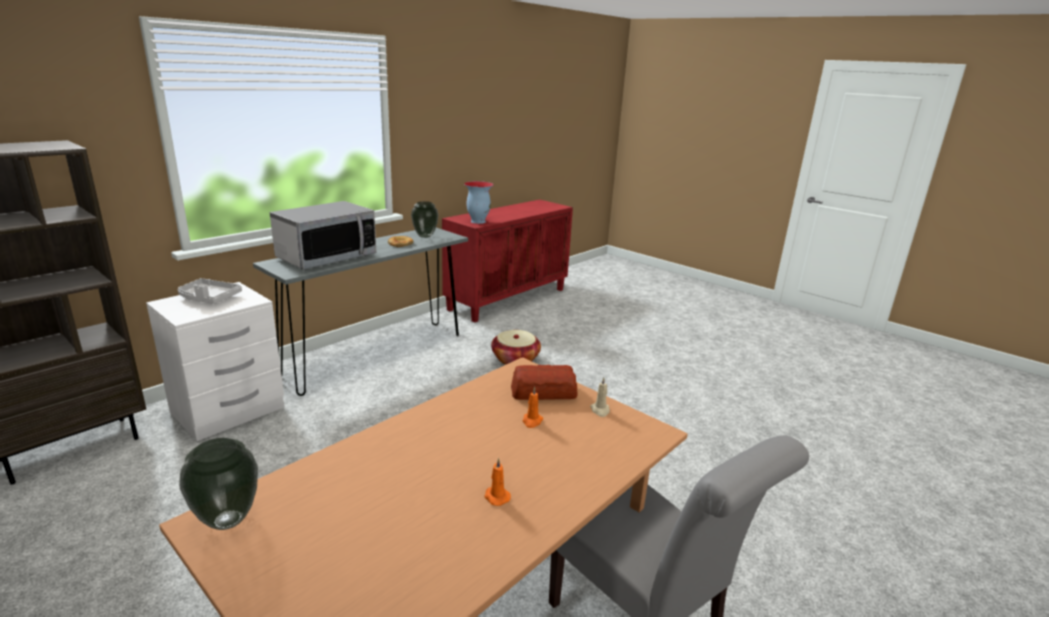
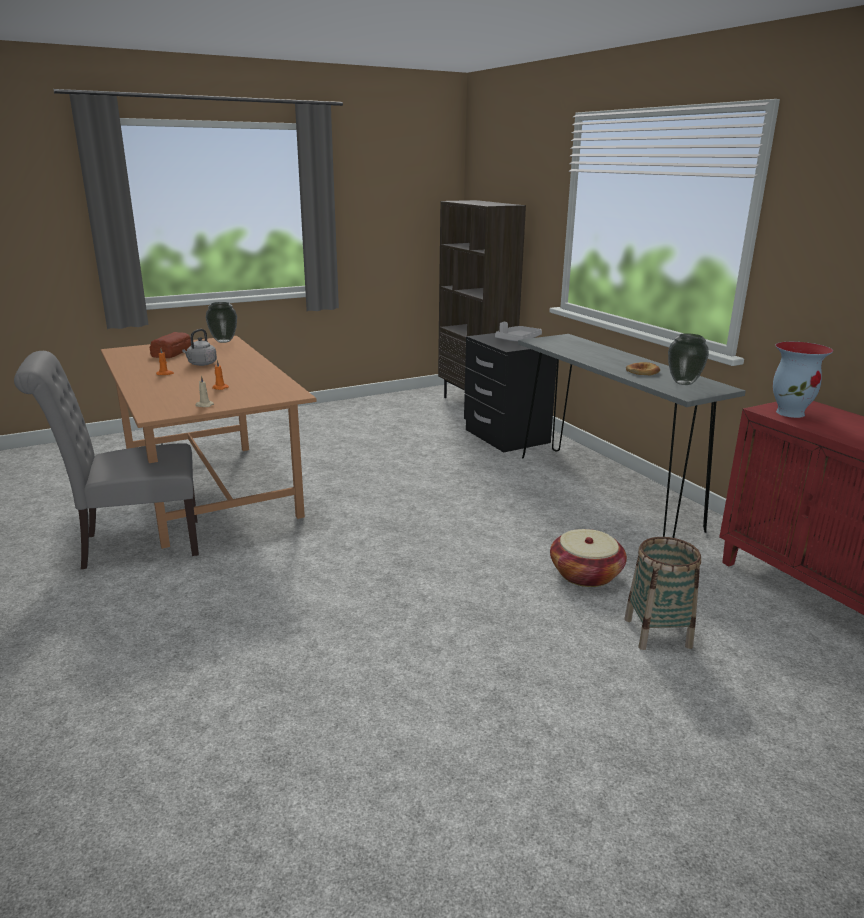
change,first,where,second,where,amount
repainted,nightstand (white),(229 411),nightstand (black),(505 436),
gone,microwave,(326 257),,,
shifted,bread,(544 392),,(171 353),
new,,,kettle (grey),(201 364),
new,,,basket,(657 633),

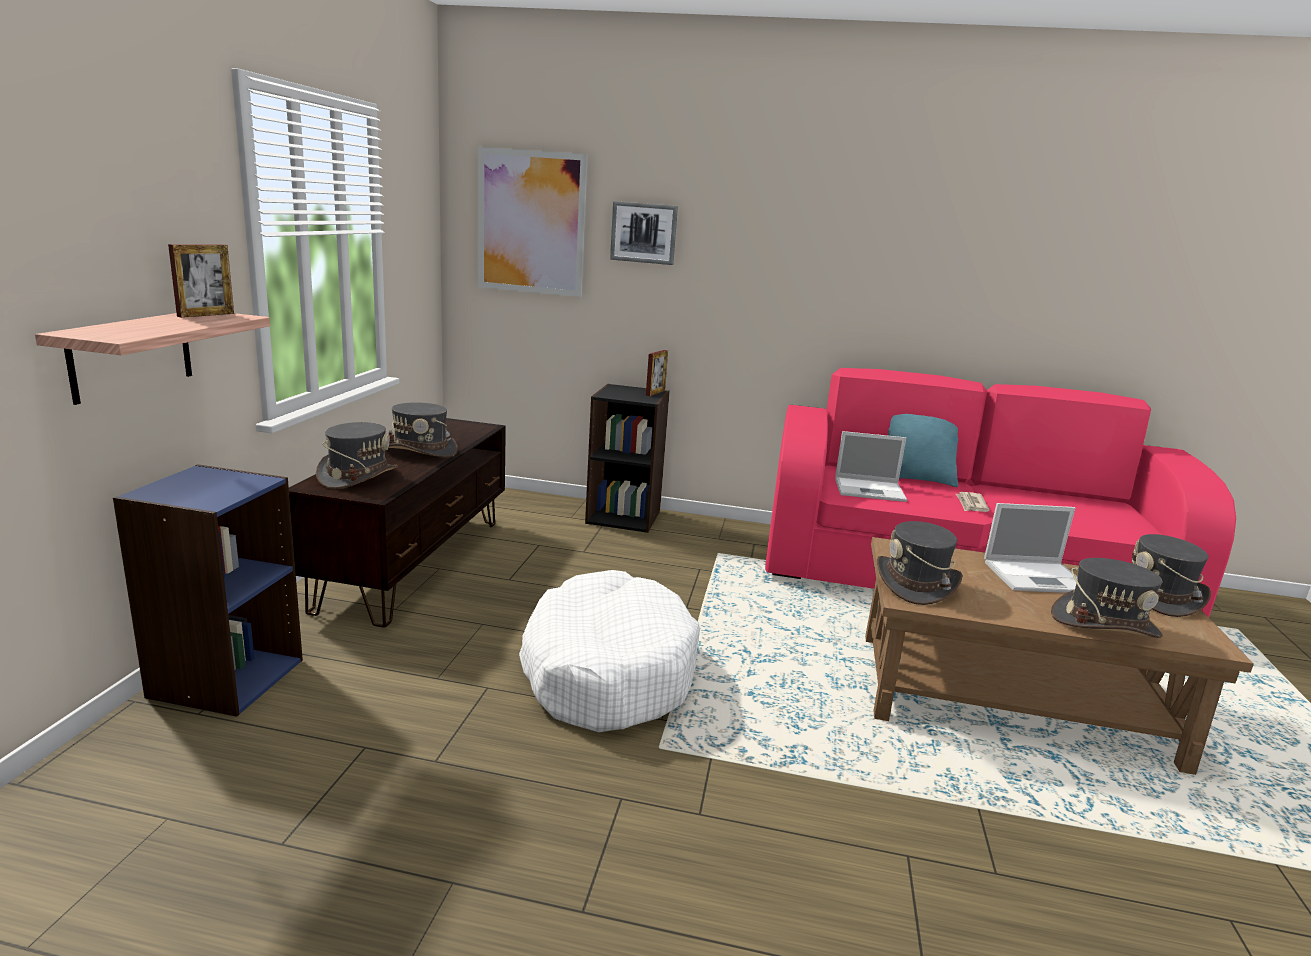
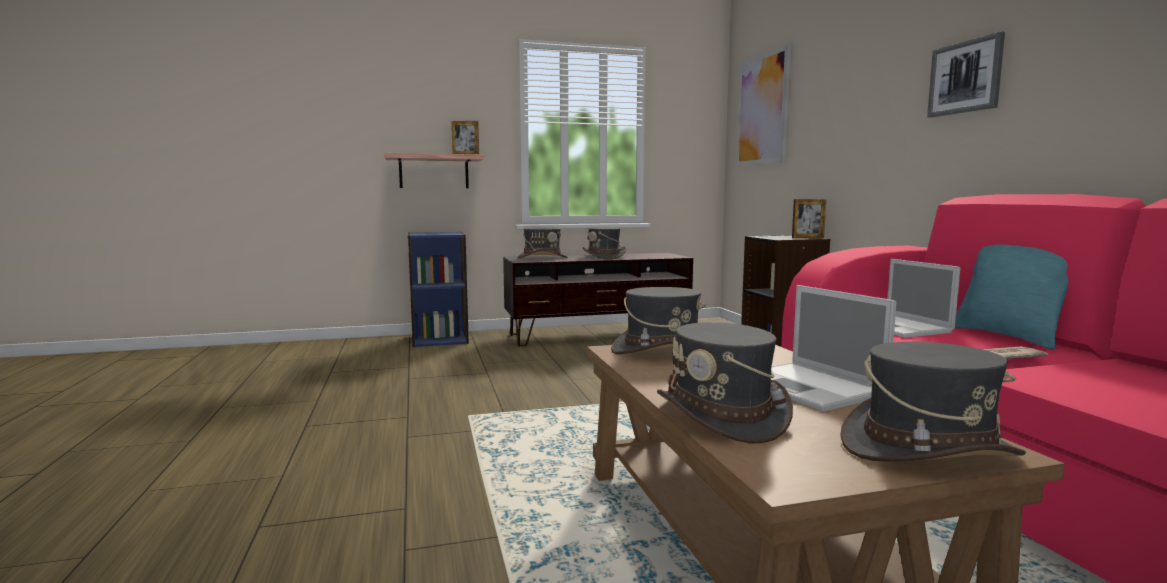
change,first,where,second,where,amount
gone,dog bed (white),(607 671),,,
shifted,picture,(643 233),,(965 77),

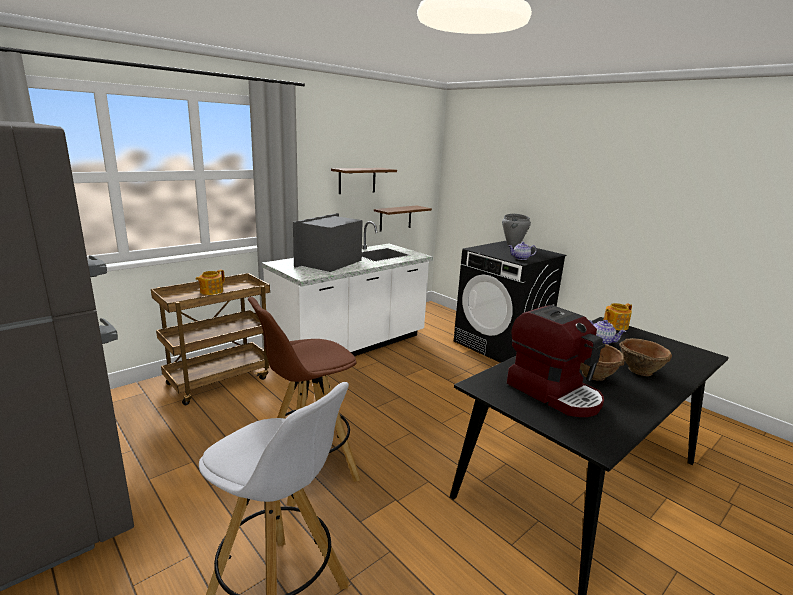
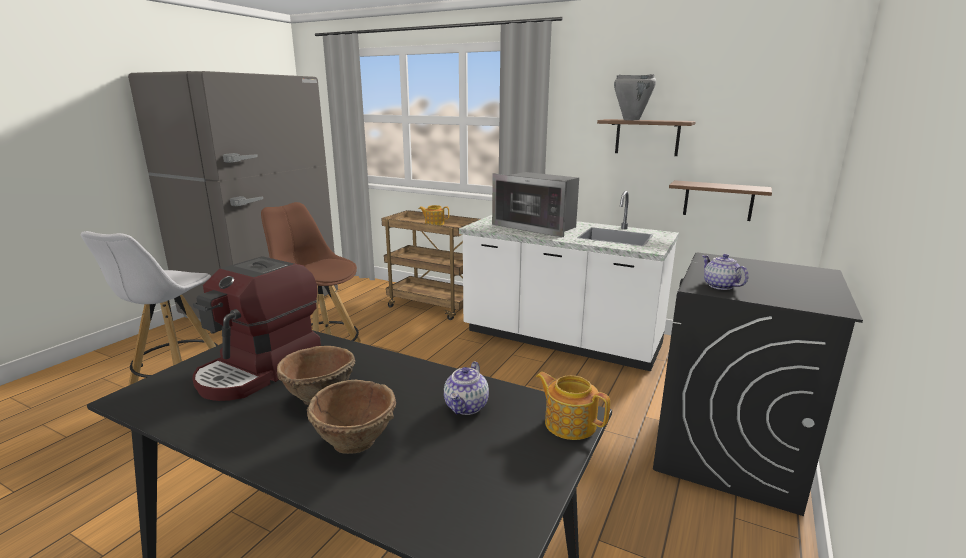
change,first,where,second,where,amount
rotated,microwave,(330 262),,(537 226),150 degrees counterclockwise
shifted,cooking pot (grey),(513 246),,(631 120),

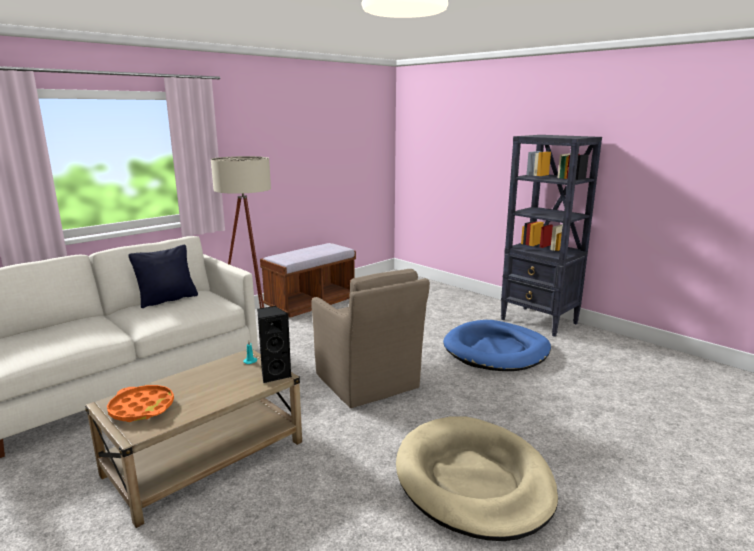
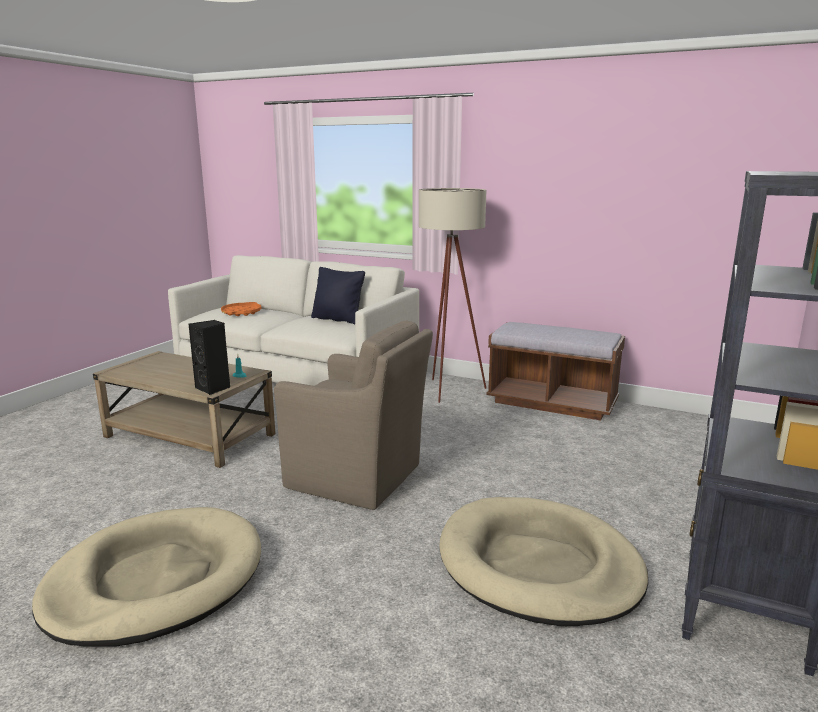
change,first,where,second,where,amount
shifted,tray (orange),(142 408),,(241 312),
rotated,armchair (brown),(368 383),,(357 478),105 degrees counterclockwise
repainted,dog bed (blue),(496 350),dog bed (beige),(538 566),

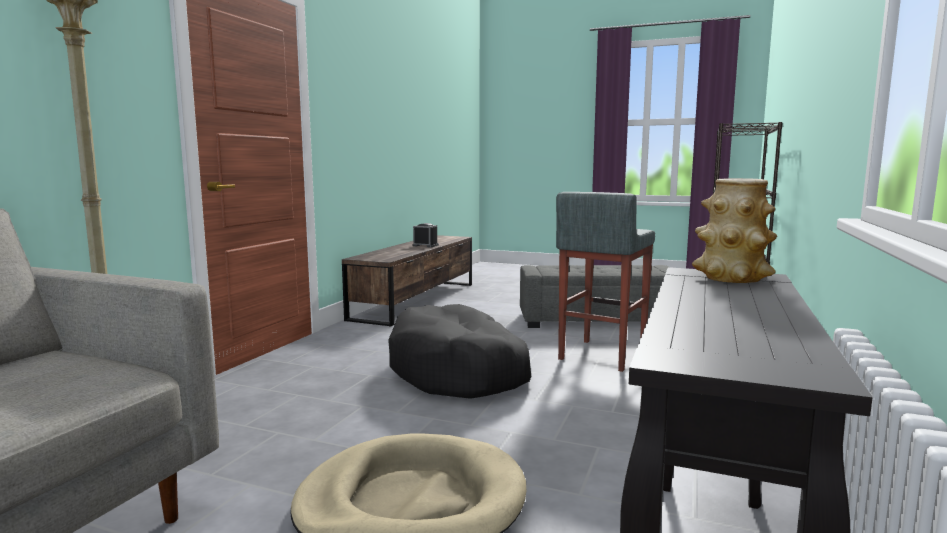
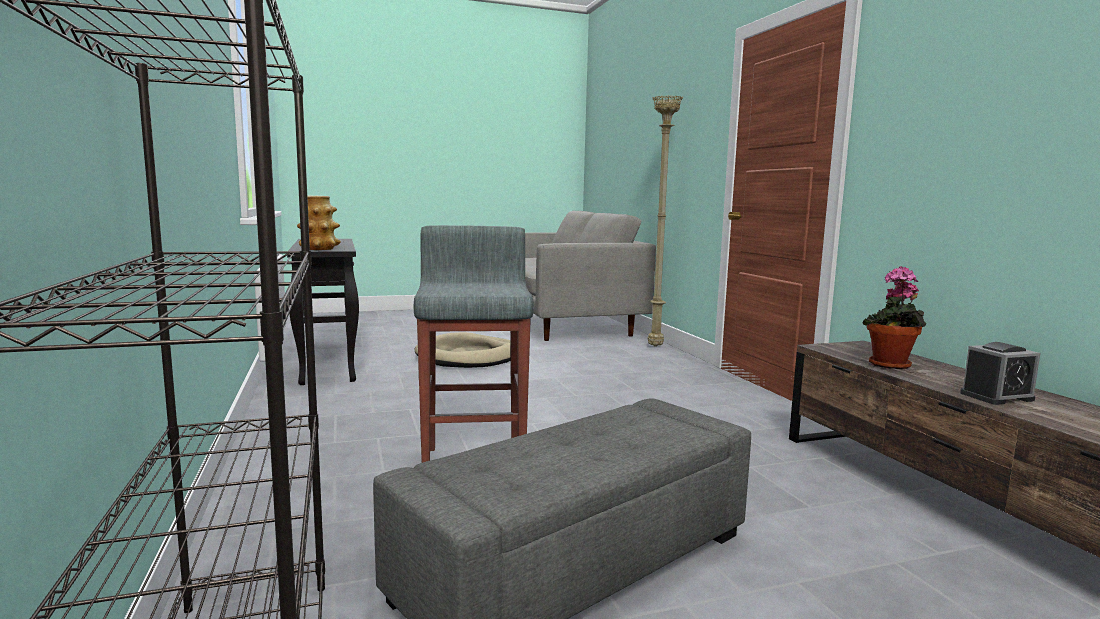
change,first,where,second,where,amount
gone,dog bed (black),(459 371),,,
new,,,potted plant,(890 366),

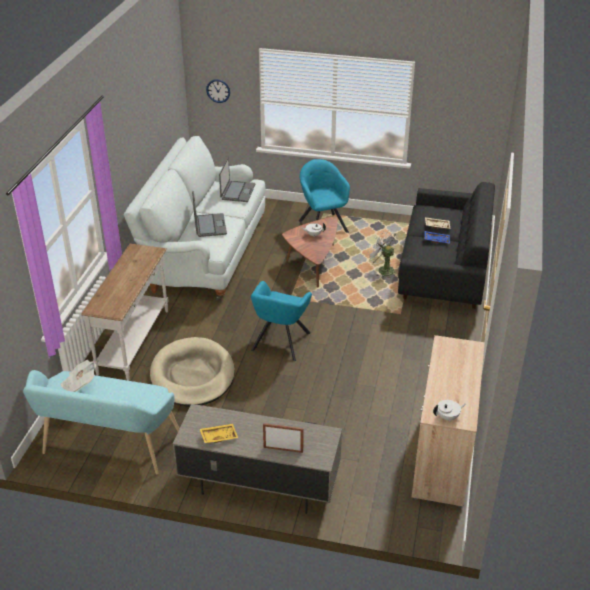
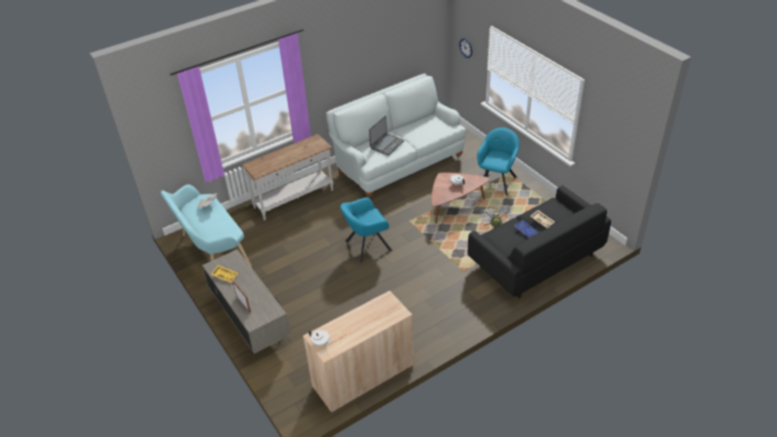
change,first,where,second,where,amount
gone,dog bed (beige),(193 375),,,
gone,laptop,(237 192),,,

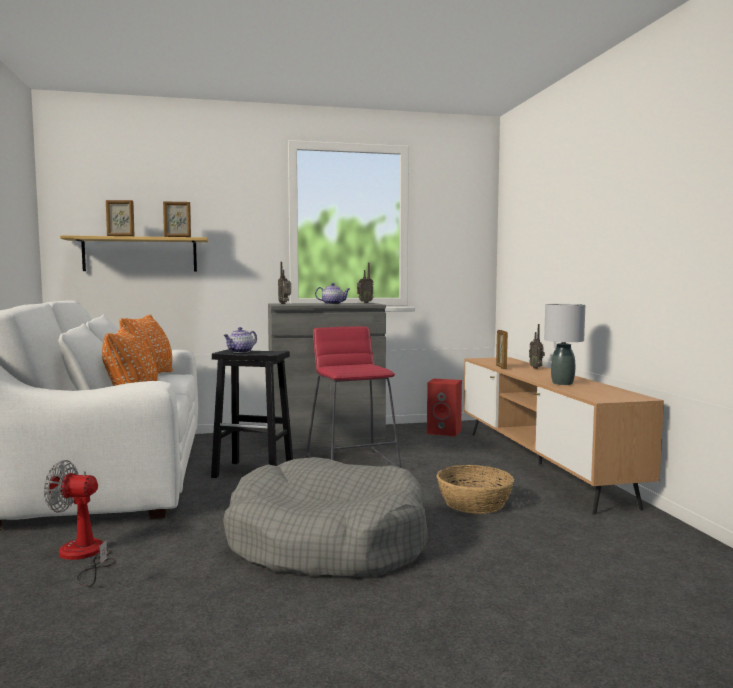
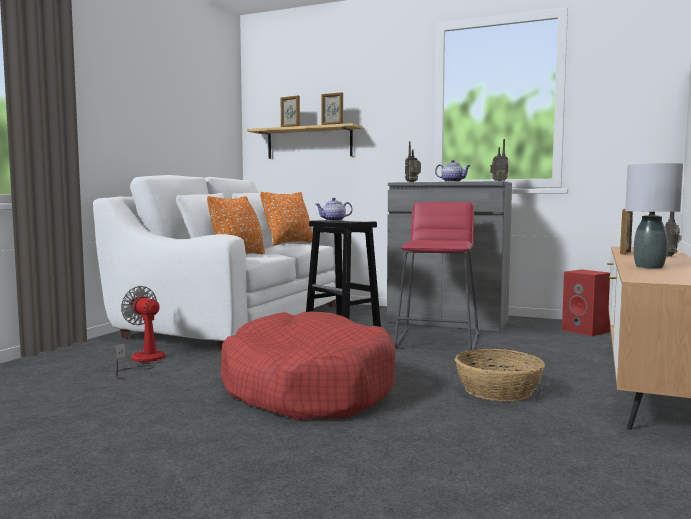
change,first,where,second,where,amount
repainted,dog bed (grey),(327 542),dog bed (red),(306 388),

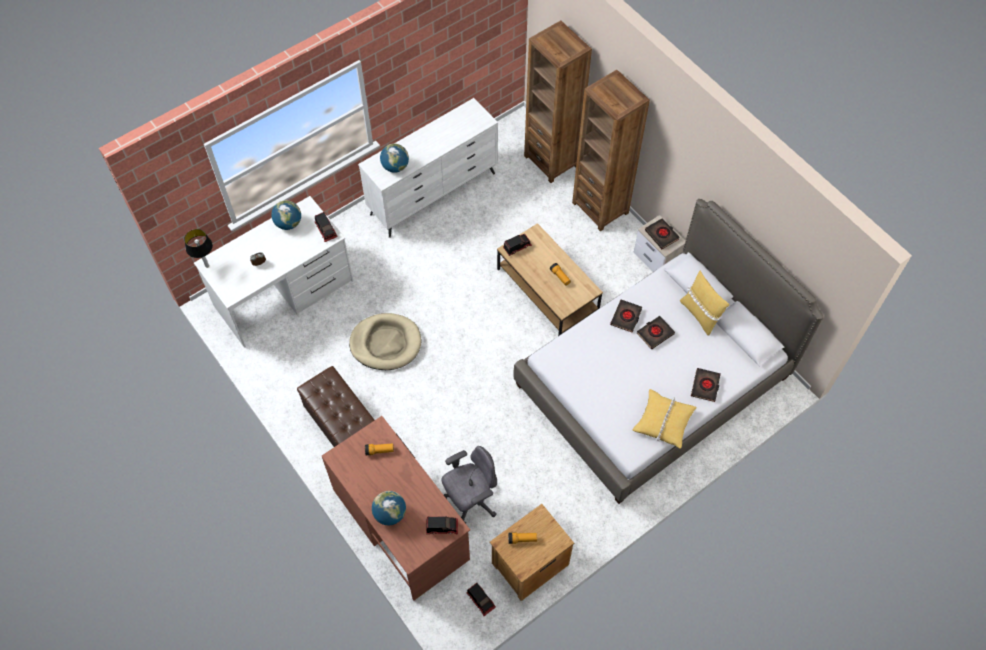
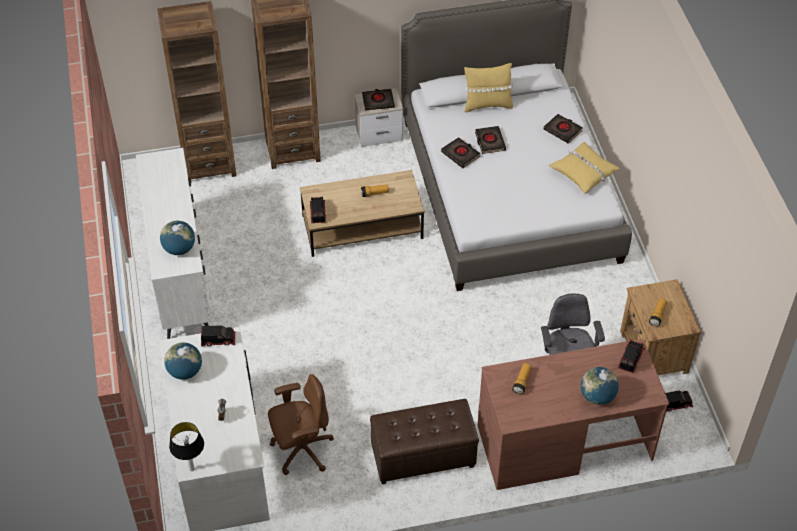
change,first,where,second,where,amount
gone,dog bed (beige),(386 343),,,
new,,,office chair (brown),(301 450),

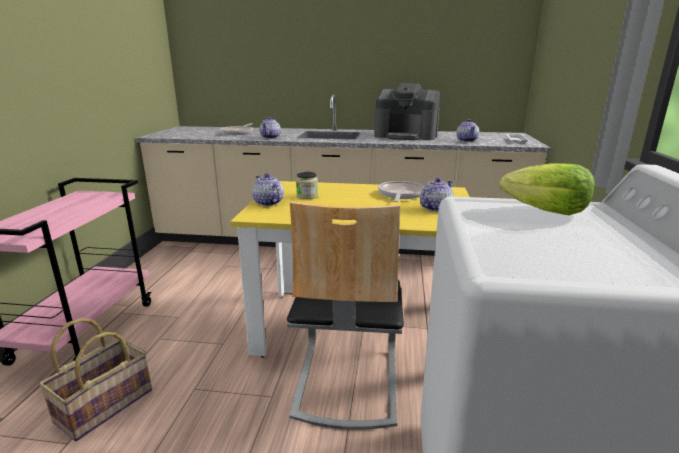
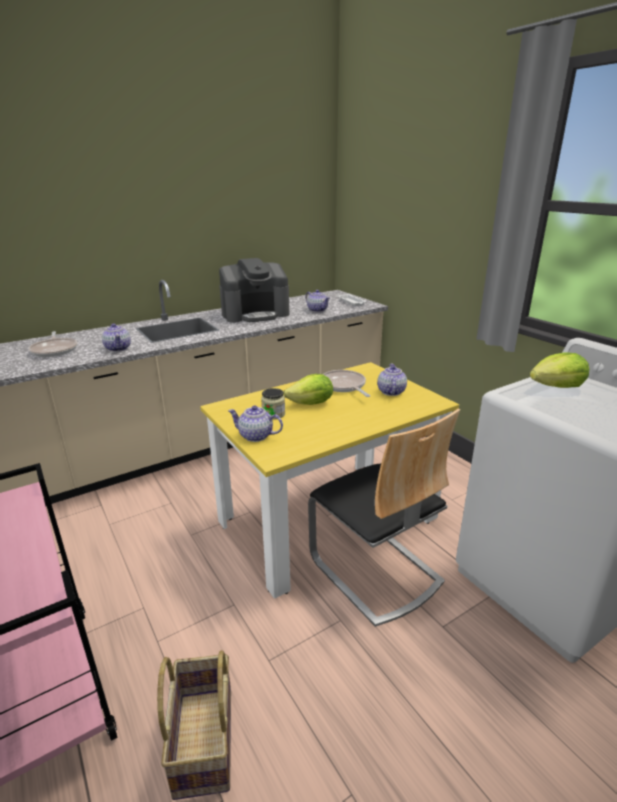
change,first,where,second,where,amount
new,,,lettuce,(311 404),

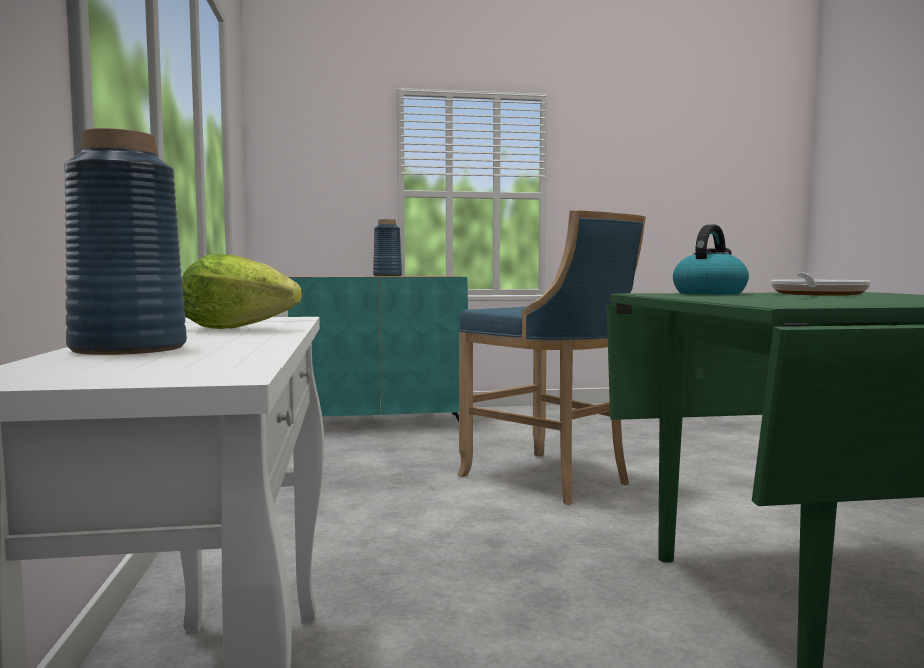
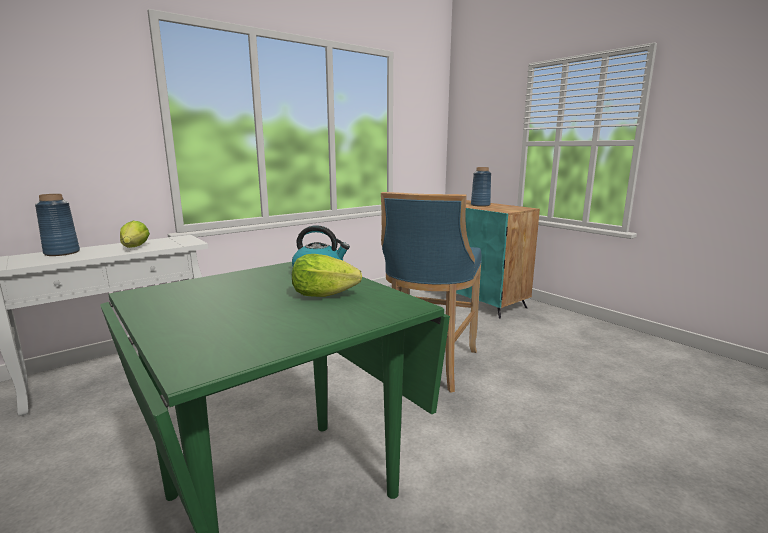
change,first,where,second,where,amount
swapped,frying pan,(816 294),lettuce,(323 295),

